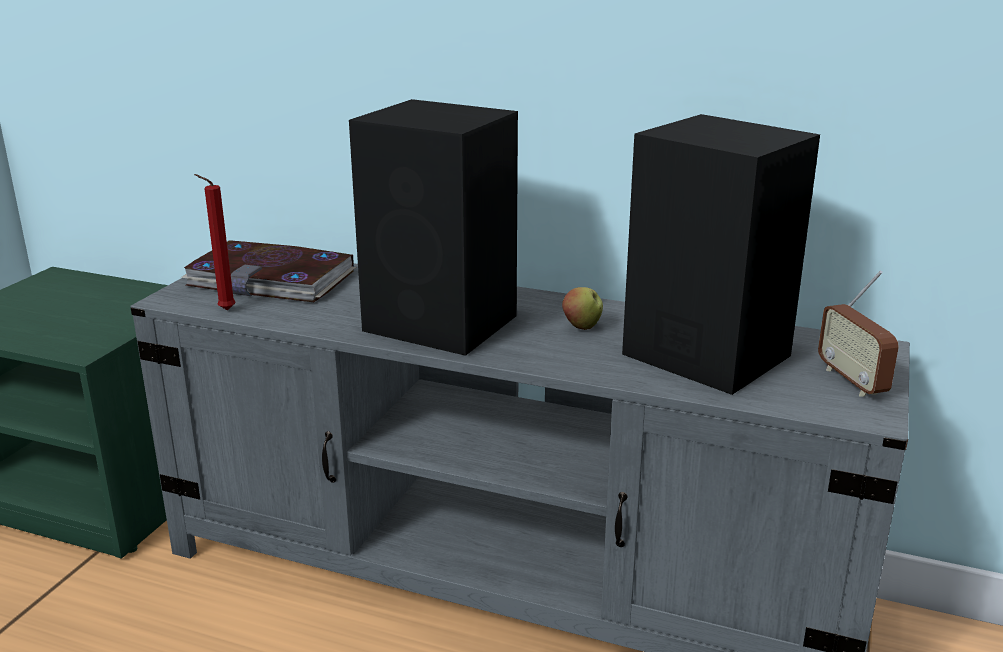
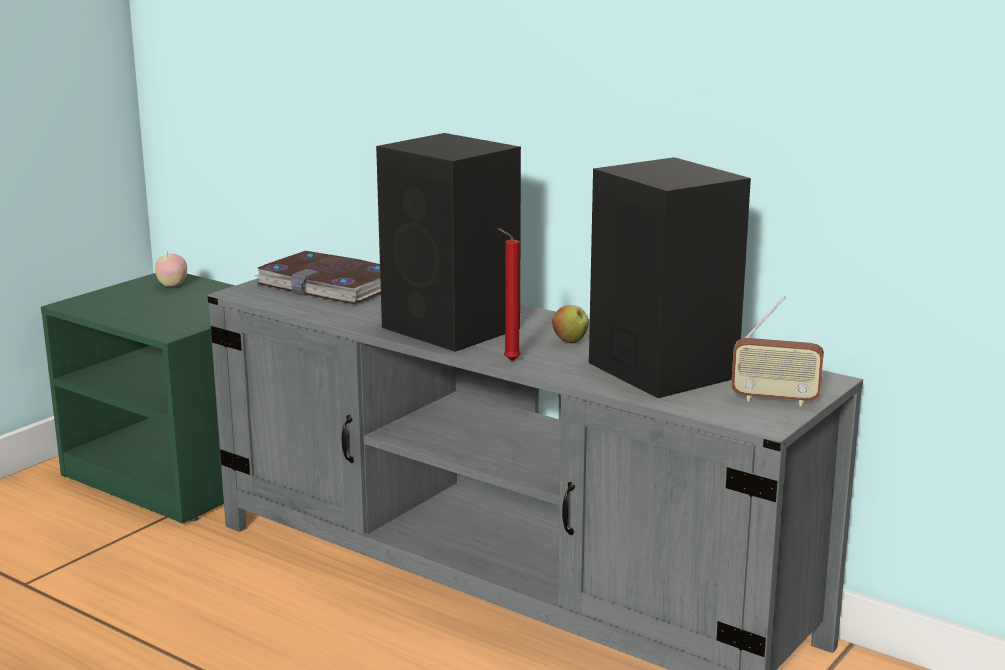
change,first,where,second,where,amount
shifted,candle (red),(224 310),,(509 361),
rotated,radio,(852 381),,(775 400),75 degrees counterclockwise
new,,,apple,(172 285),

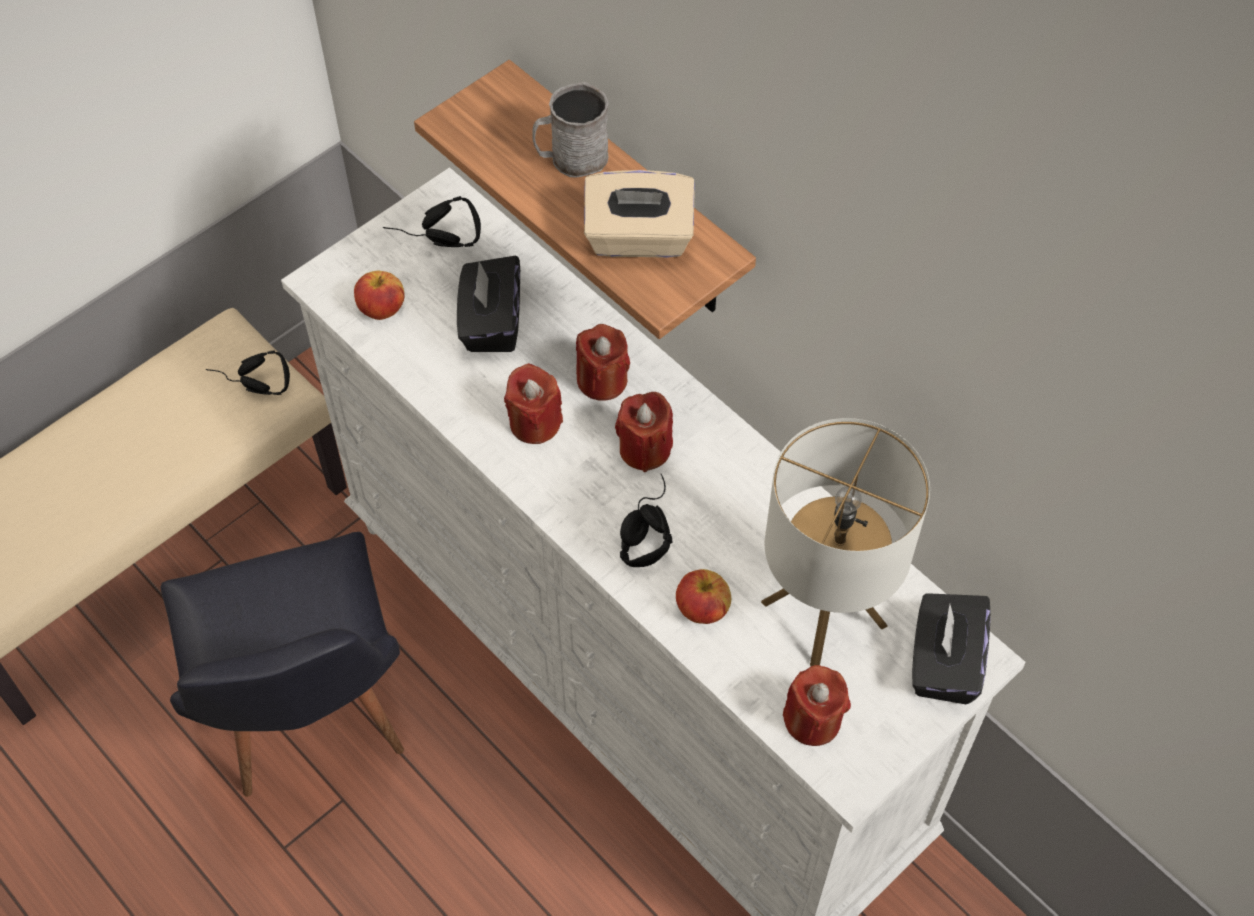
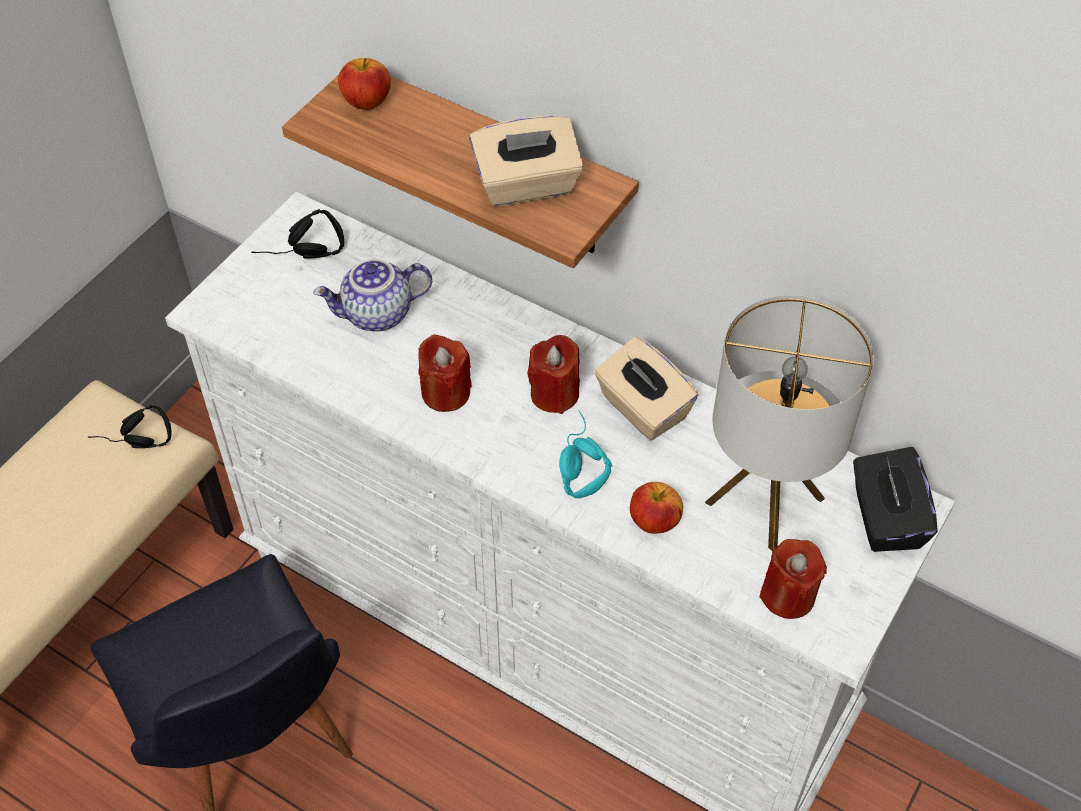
change,first,where,second,where,amount
shifted,apple,(381 309),,(366 102),
swapped,tissue box (black),(491 323),teapot,(377 315),
gone,mug (grey),(571 158),,,
gone,candle (red),(602 380),,,
repainted,headphones (black),(643 527),headphones (turquoise),(576 462),
new,,,tissue box (beige),(642 408),

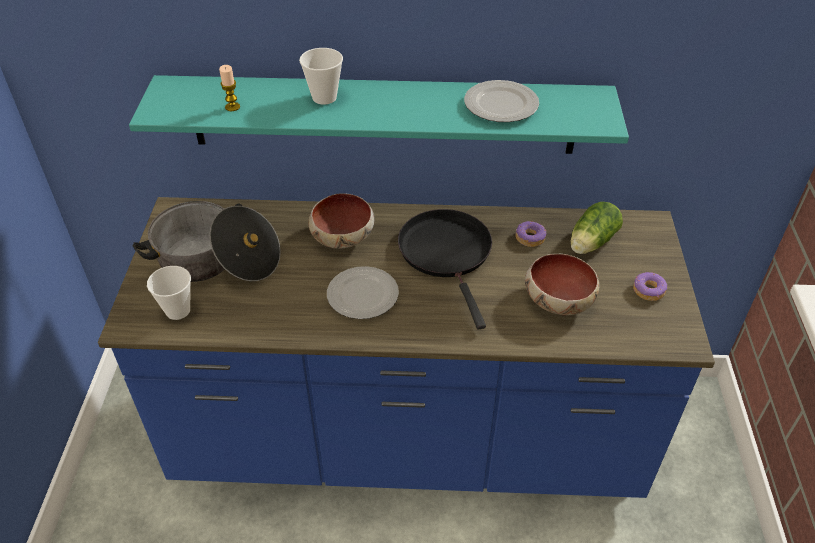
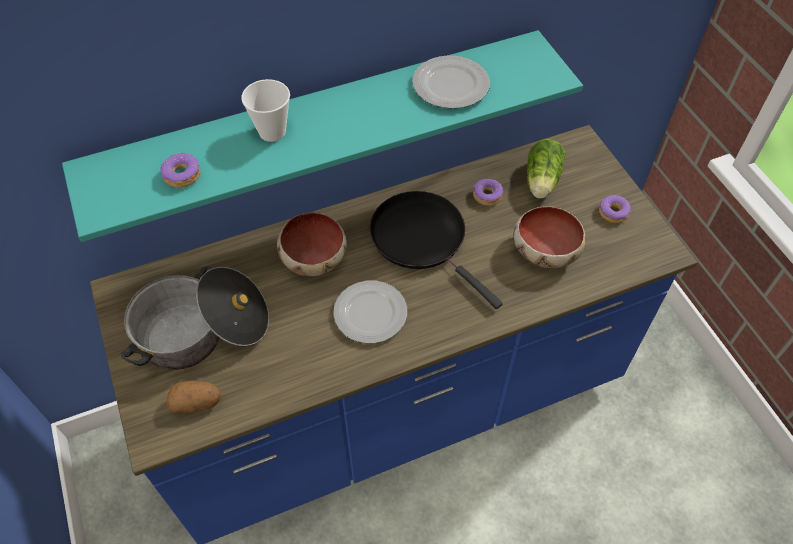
change,first,where,second,where,amount
swapped,cup,(178 310),potato,(197 403),
swapped,candle,(232 107),donut,(182 175),

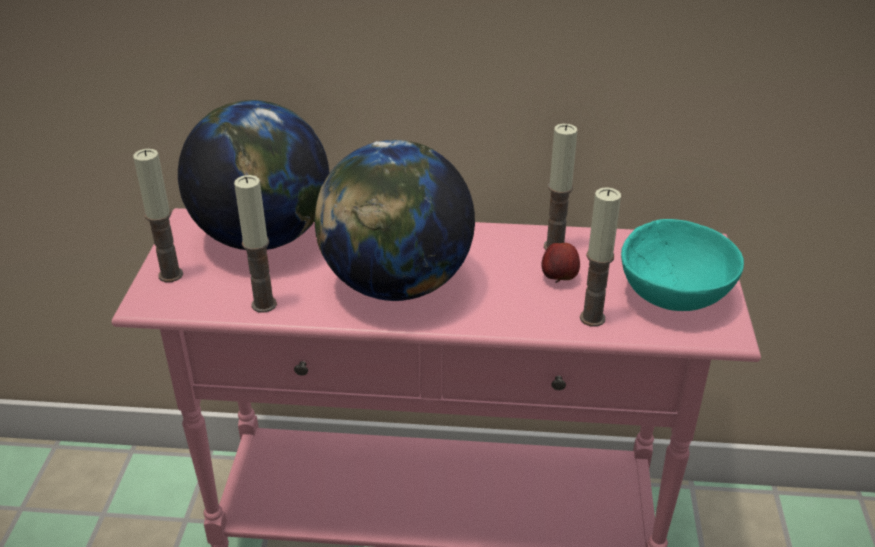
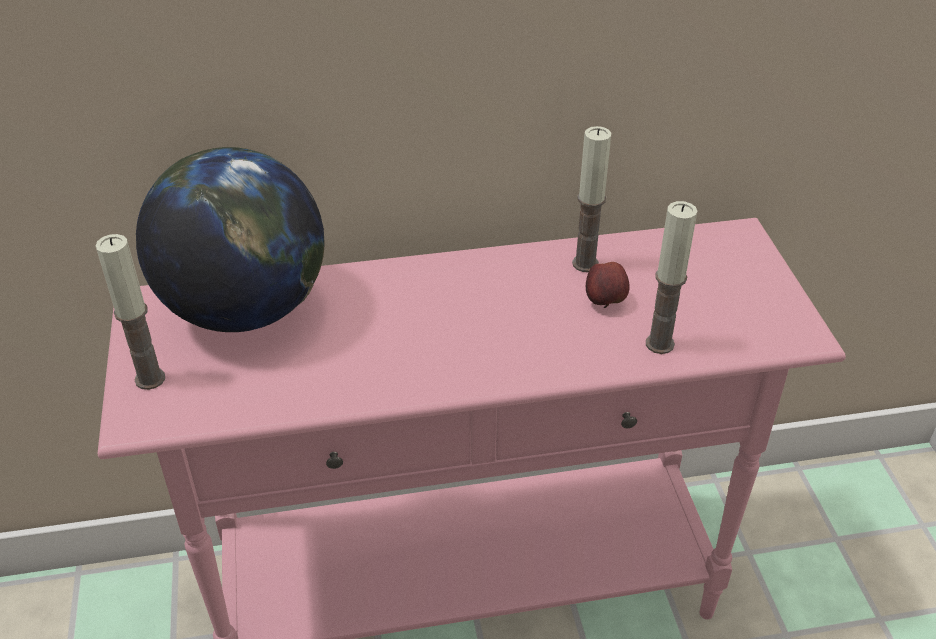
change,first,where,second,where,amount
gone,candle,(264 304),,,
gone,globe,(396 285),,,
gone,bowl (turquoise),(673 296),,,

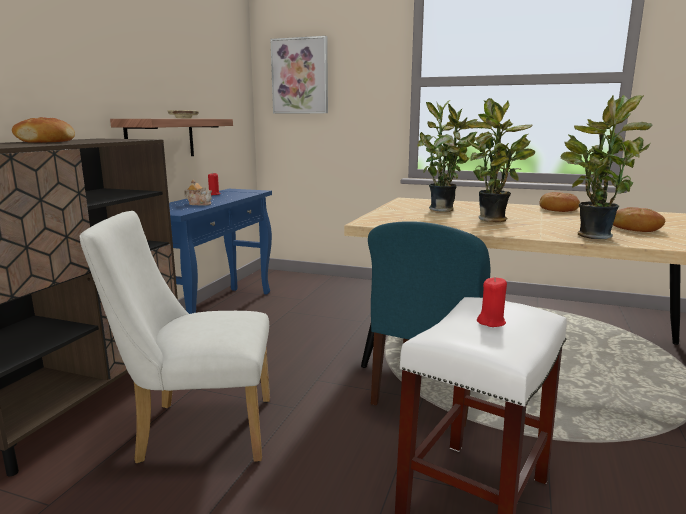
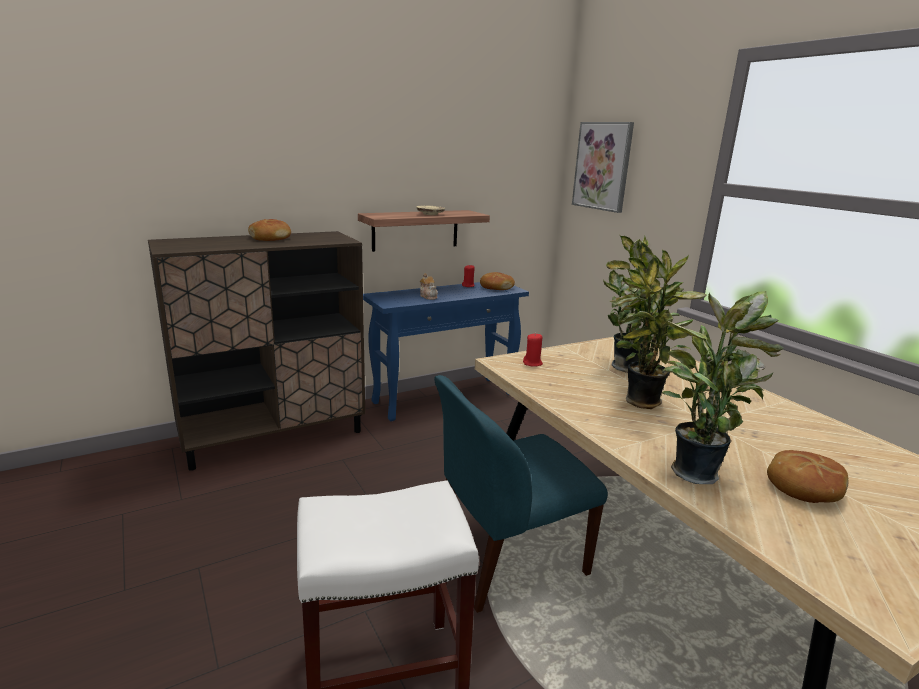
change,first,where,second,where,amount
gone,chair (white),(196 430),,,
shifted,candle (red),(491 322),,(532 363),
shifted,bread,(558 209),,(496 287),

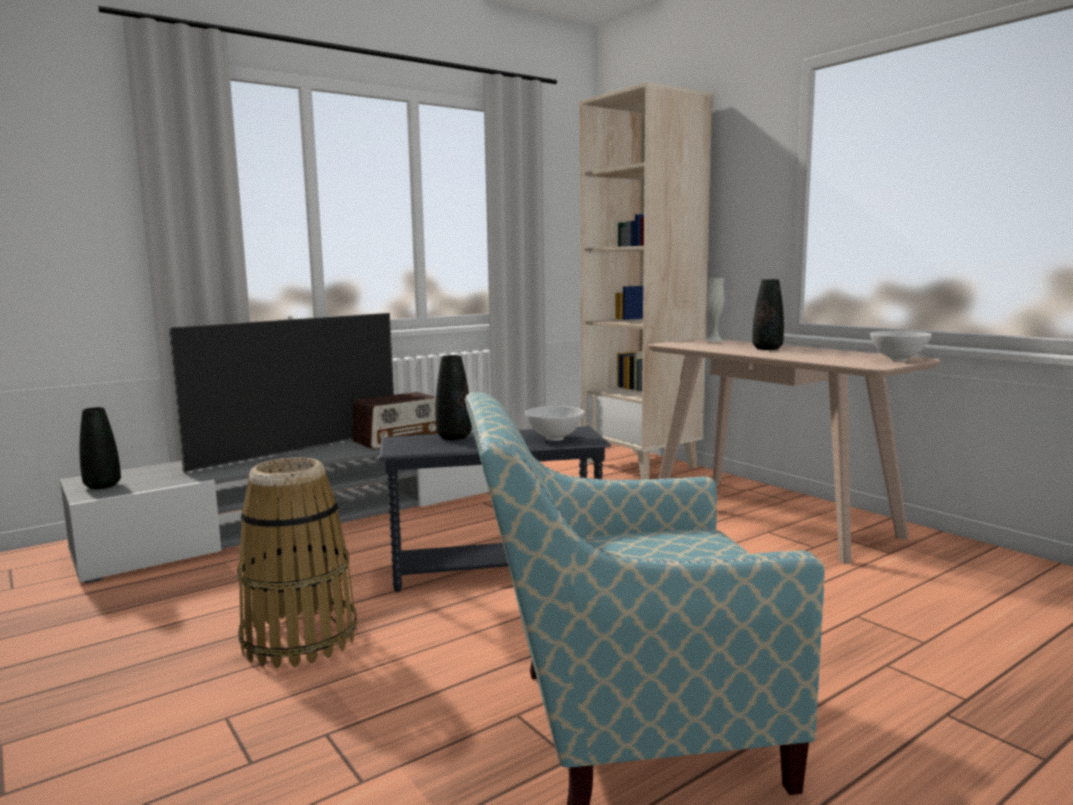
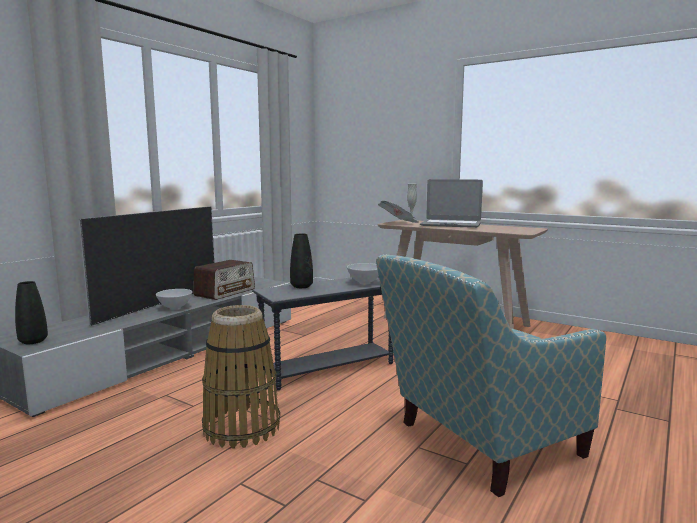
change,first,where,second,where,amount
gone,bookcase (beige),(641 465),,,
swapped,vase (black),(767 348),laptop,(450 225),
shifted,bowl (white),(898 359),,(174 308),
new,,,newspaper,(398 223),

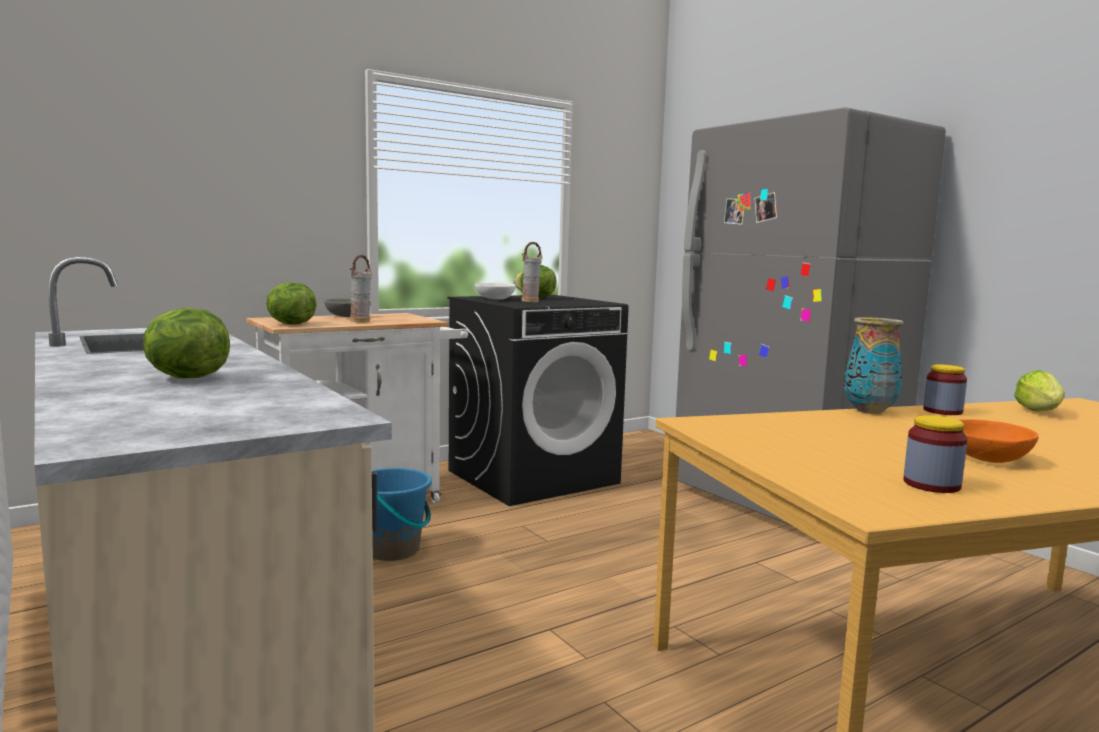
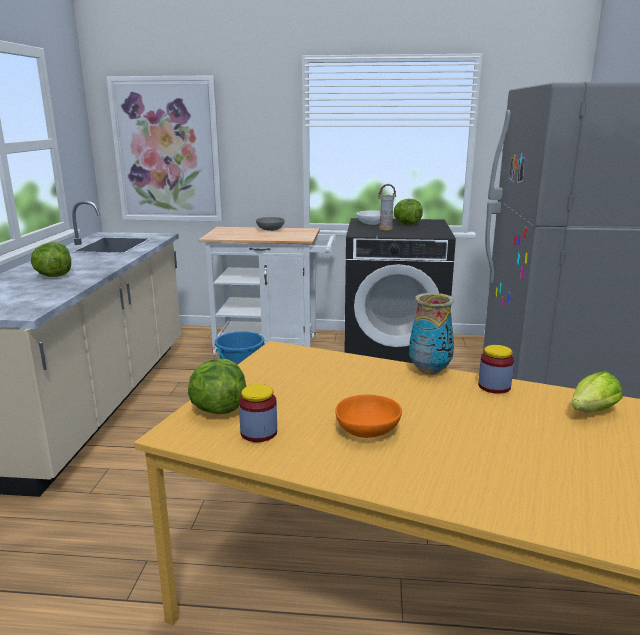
change,first,where,second,where,amount
shifted,lettuce,(290 324),,(218 409),
gone,vase,(360 321),,,
new,,,picture,(167 150),

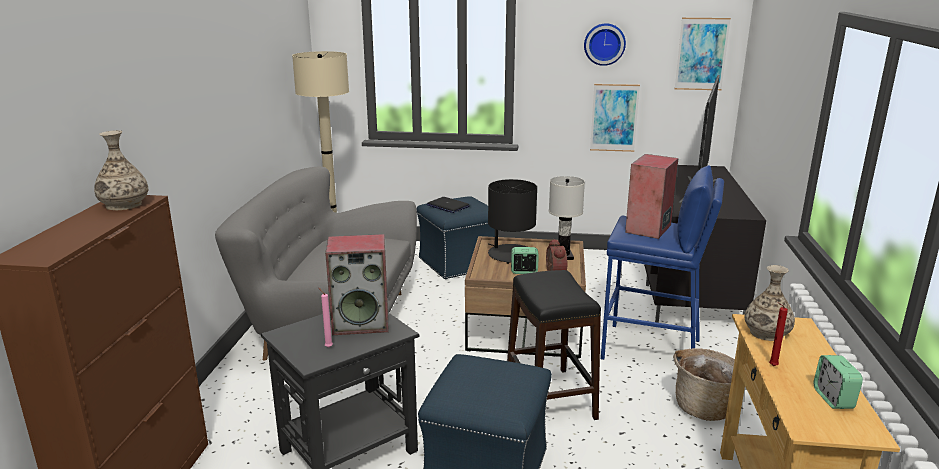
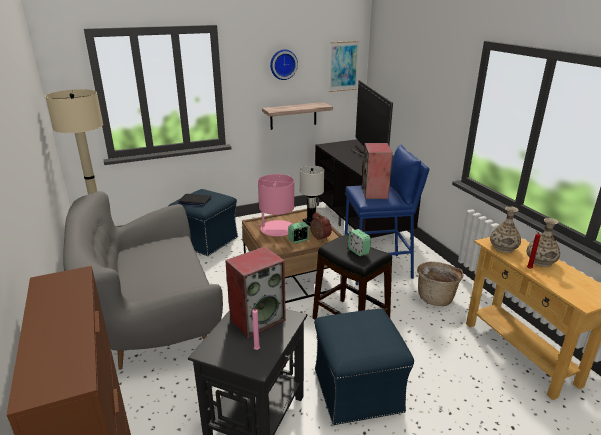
change,first,where,second,where,amount
shifted,vase,(124 205),,(540 261),
repainted,table lamp (black),(510 254),table lamp (pink),(277 229),
swapped,picture,(614 117),shelf,(293 116),
shifted,alarm clock,(833 399),,(358 251),

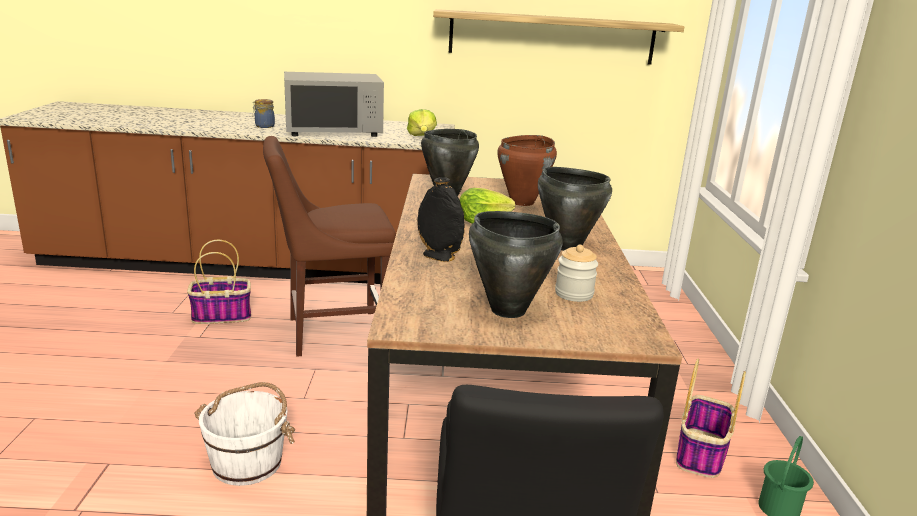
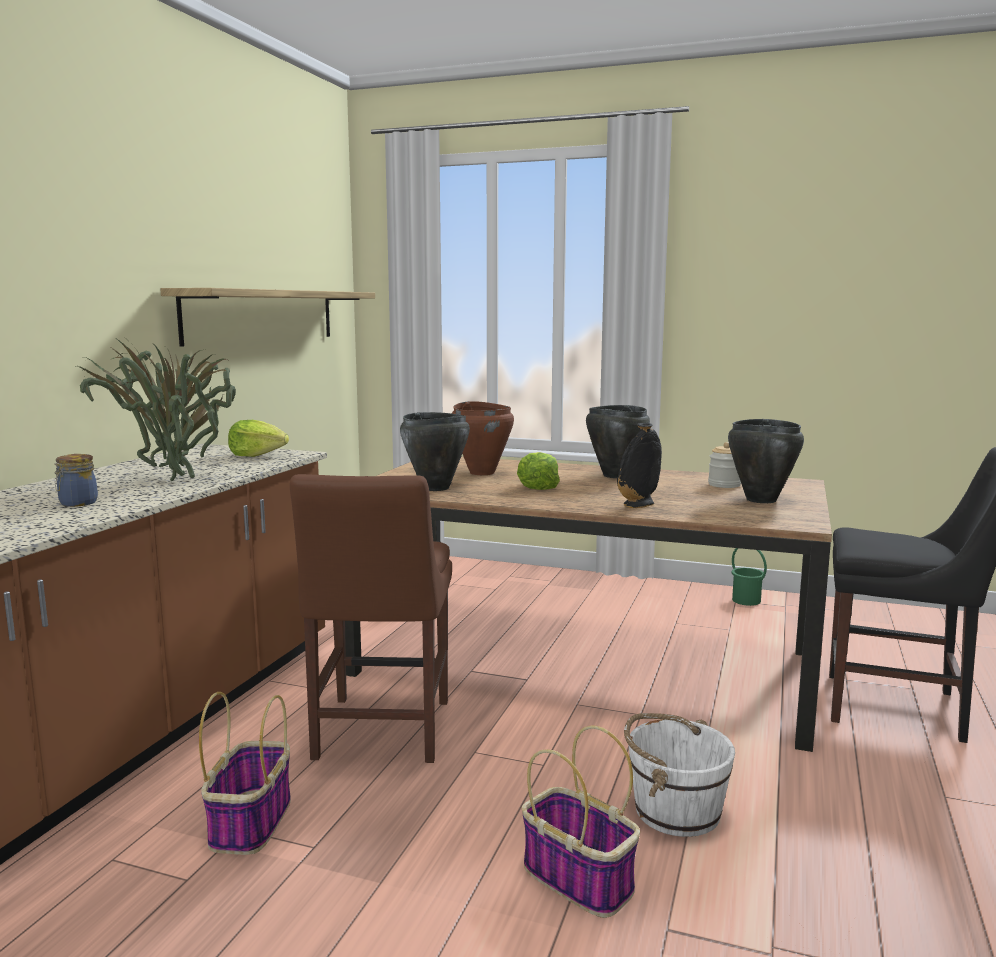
change,first,where,second,where,amount
swapped,microwave (grey),(333 131),potted plant,(173 479),
shifted,basket,(701 454),,(580 879),

